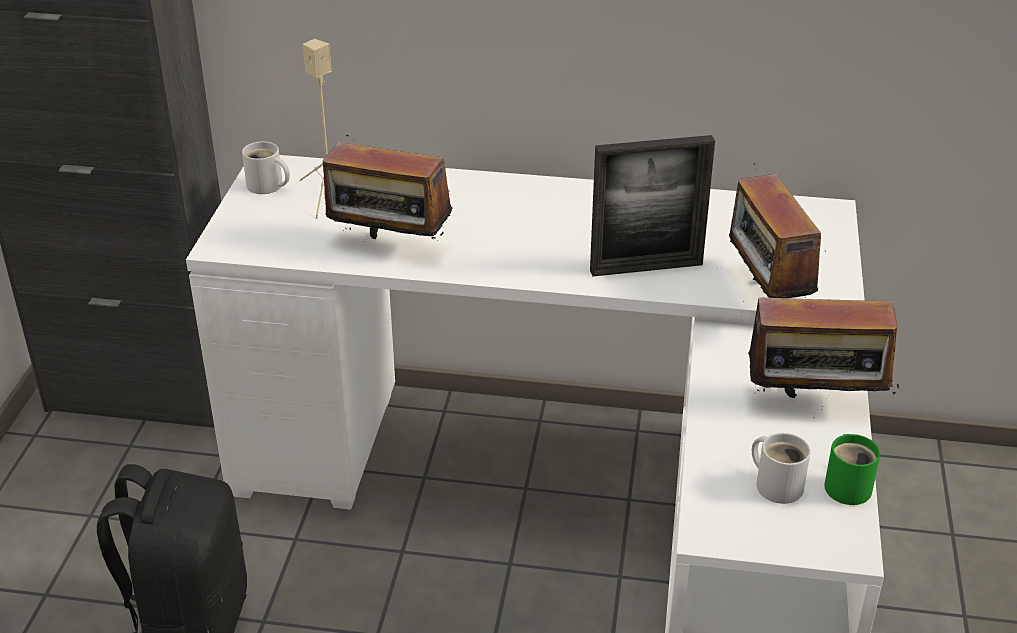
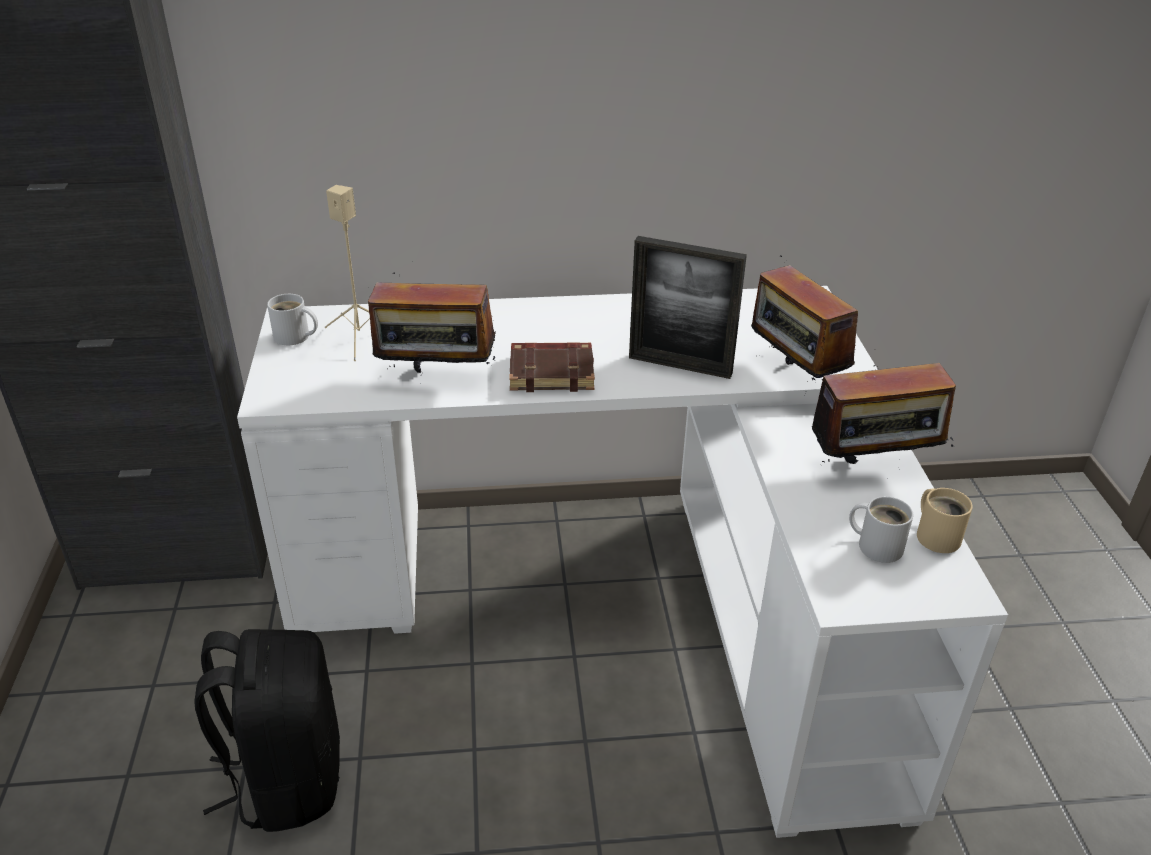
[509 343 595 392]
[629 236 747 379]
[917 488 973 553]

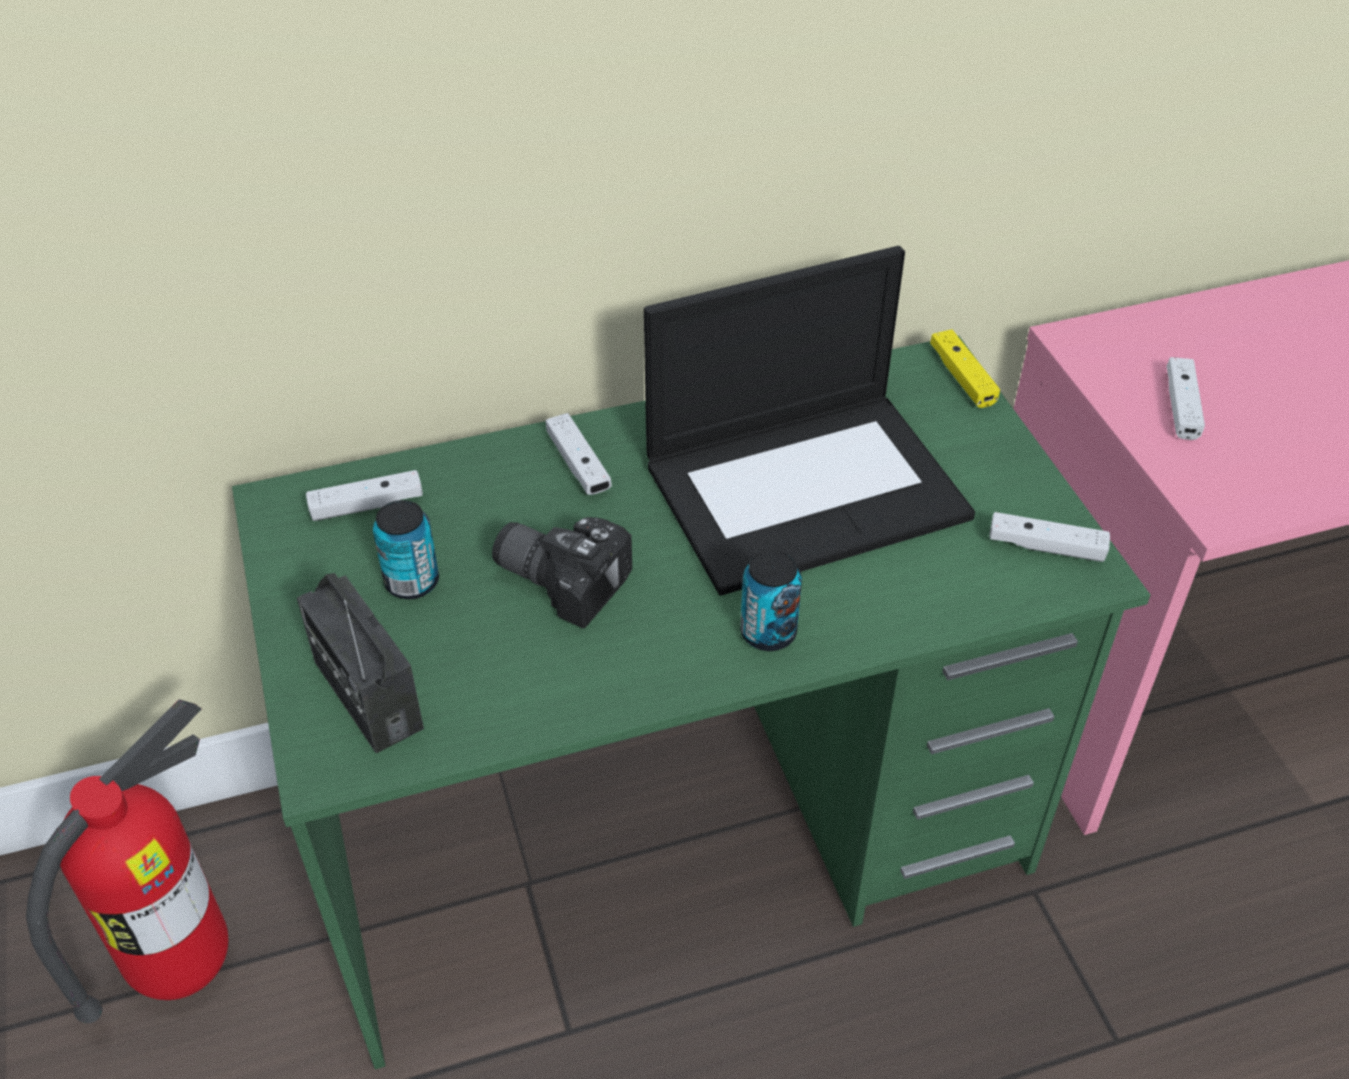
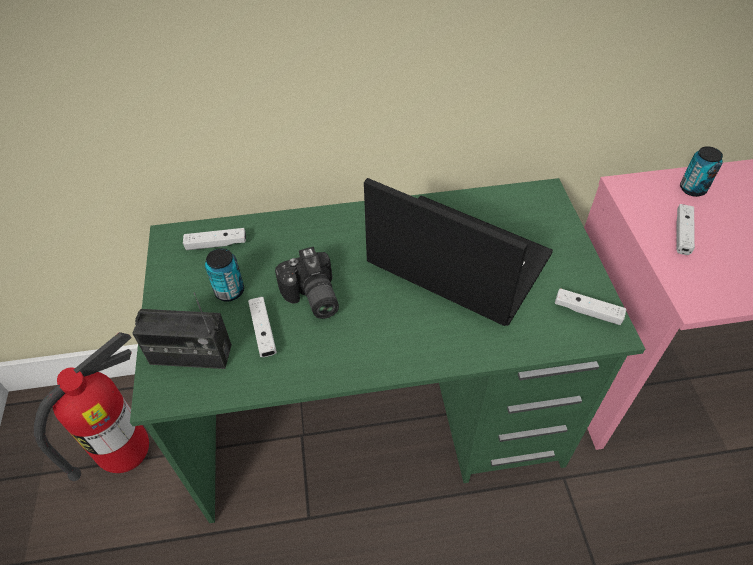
[132 292 232 369]
[248 297 277 357]
[275 247 339 319]
[364 178 553 326]
[680 146 723 197]
[930 329 1000 408] (first image)

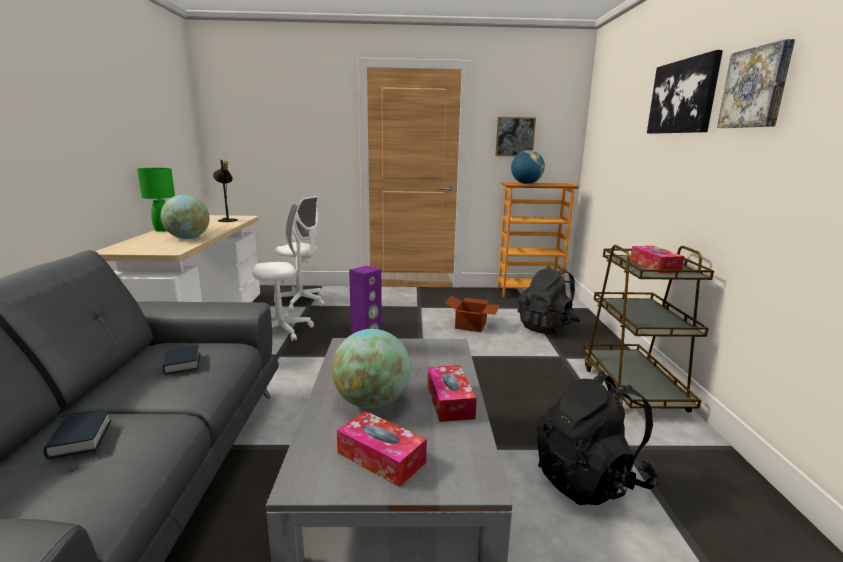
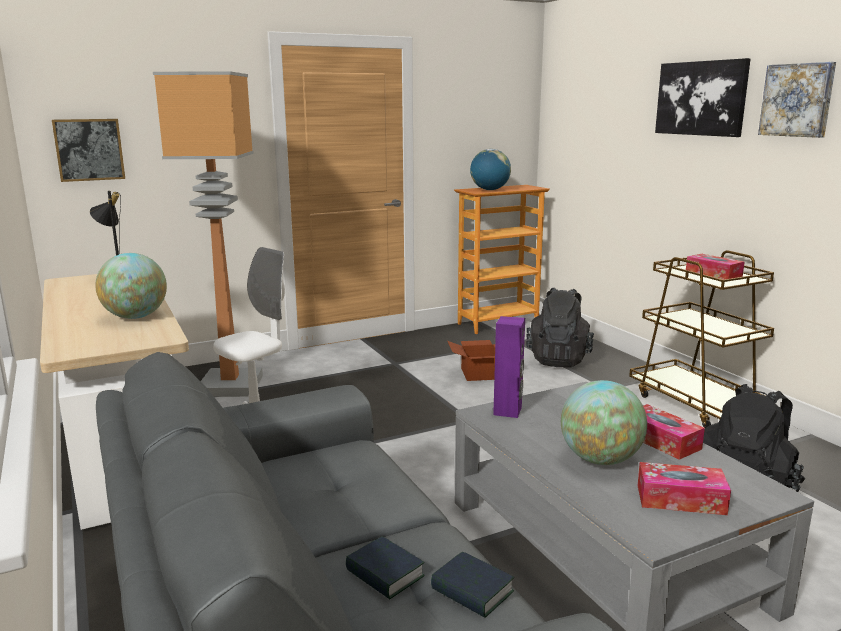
[52 119 125 182]
[153 71 263 397]
[431 552 514 618]
[137 168 175 232] (first image)

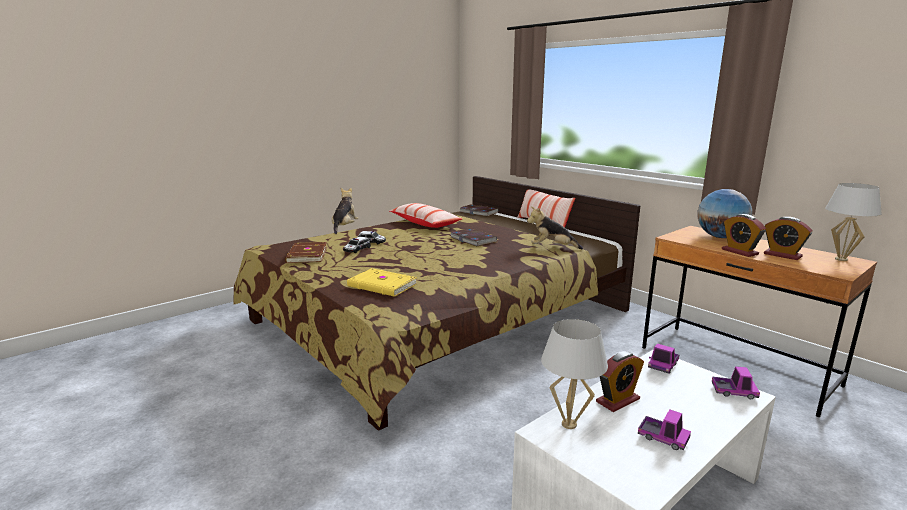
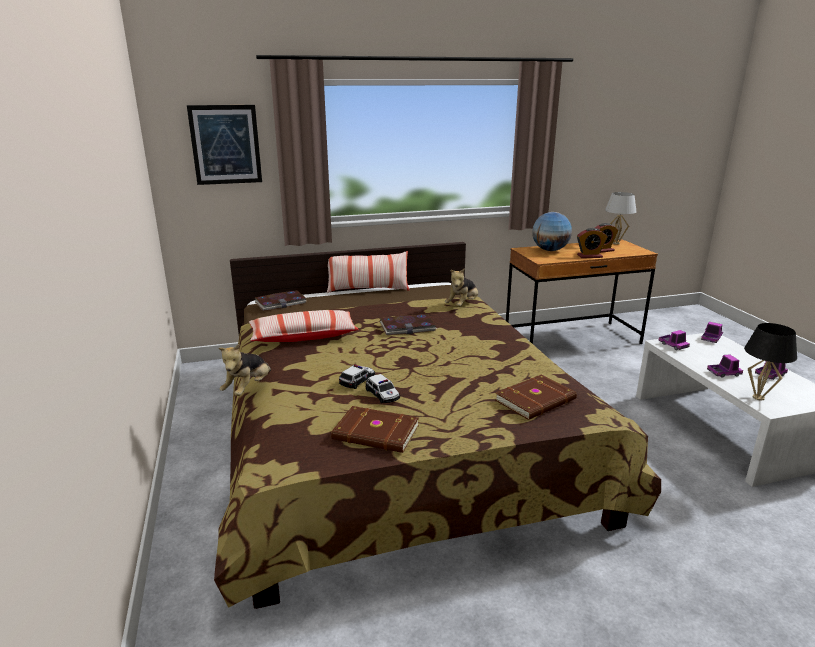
[187 105 262 185]
[218 344 271 396]
[495 374 577 420]
[707 355 743 378]
[744 323 797 401]

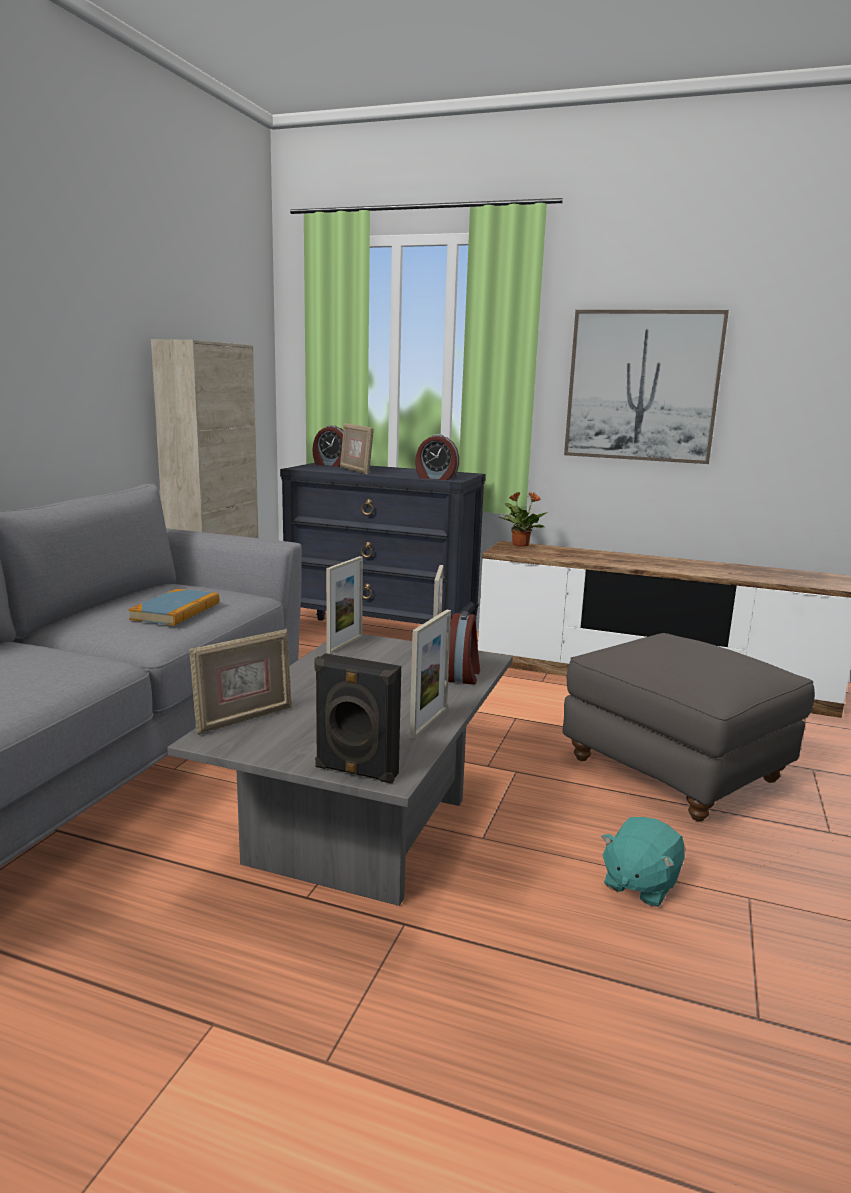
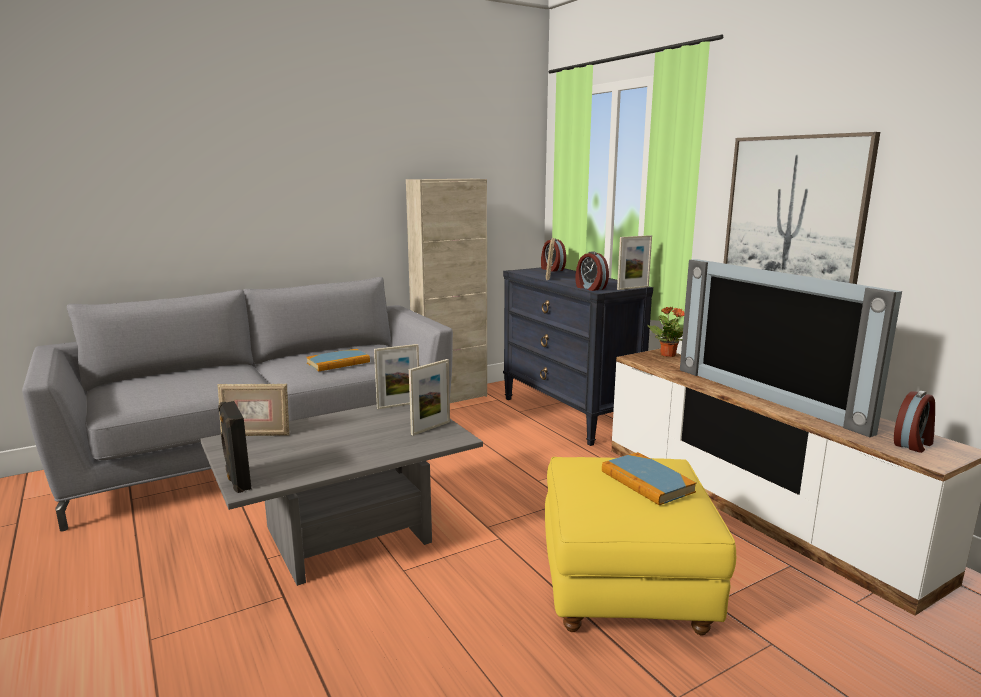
[545 457 736 635]
[602 452 697 505]
[617 235 652 290]
[680 259 902 437]
[894 391 935 453]
[601 817 685 907] (first image)

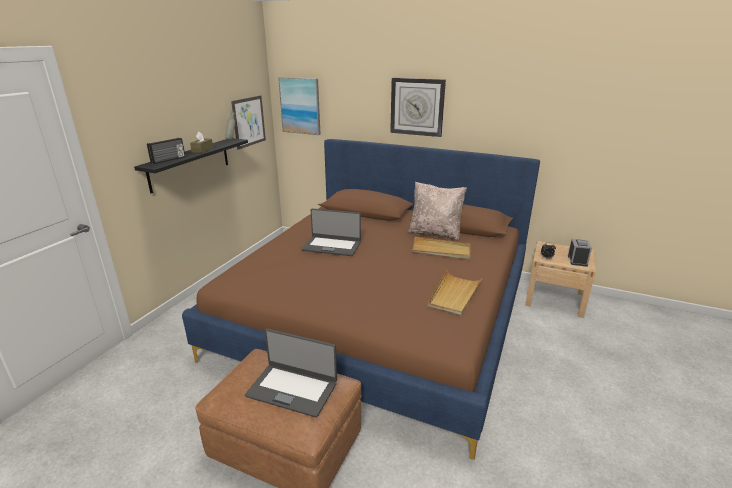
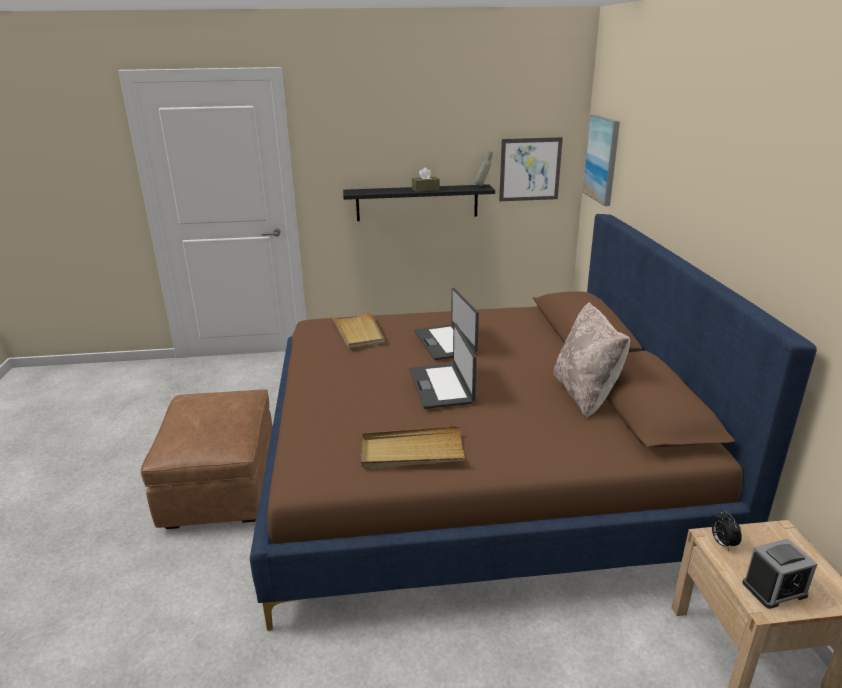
[331 310 385 348]
[410 323 477 409]
[147 138 185 164] (first image)
[390 78 446 137] (first image)

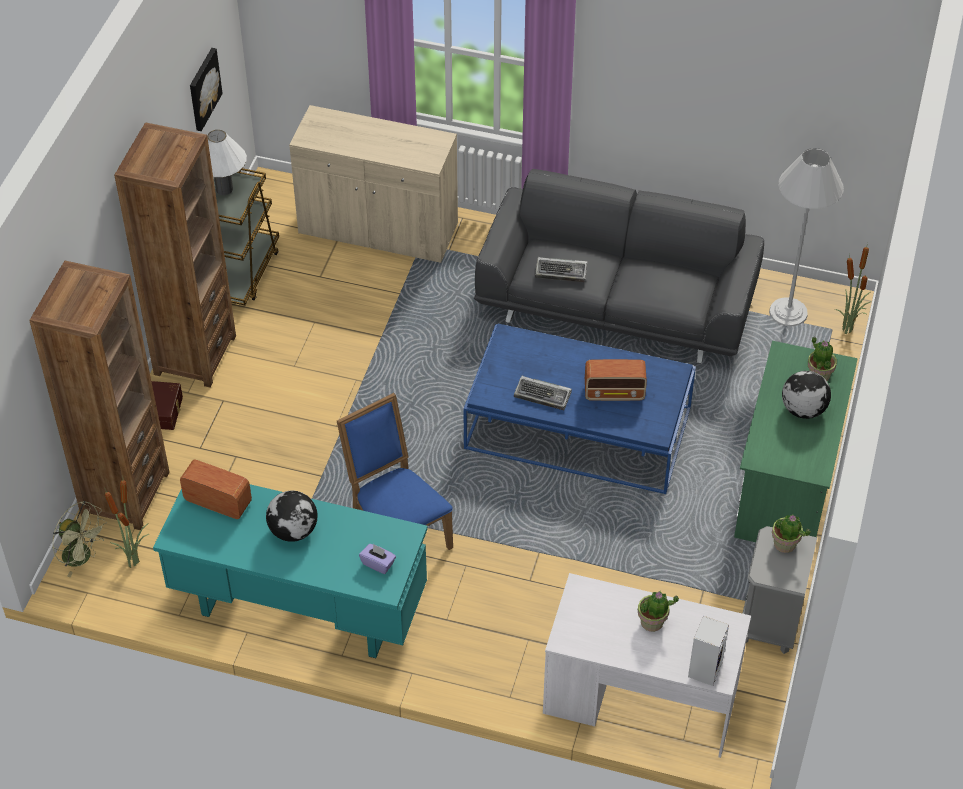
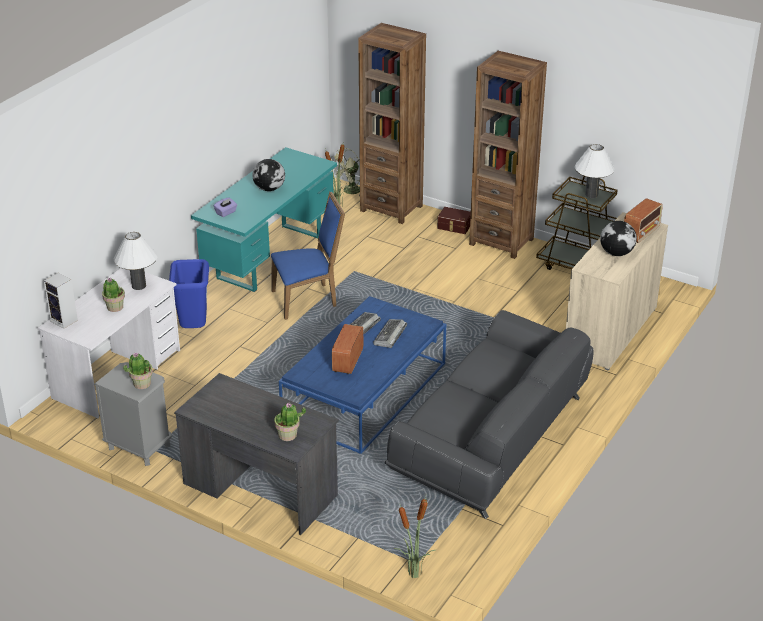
[114 232 157 290]
[169 259 209 328]
[174 373 339 535]
[373 319 407 348]
[600 221 637 256]
[624 198 663 243]
[190 48 223 131] (first image)
[769 148 844 326] (first image)

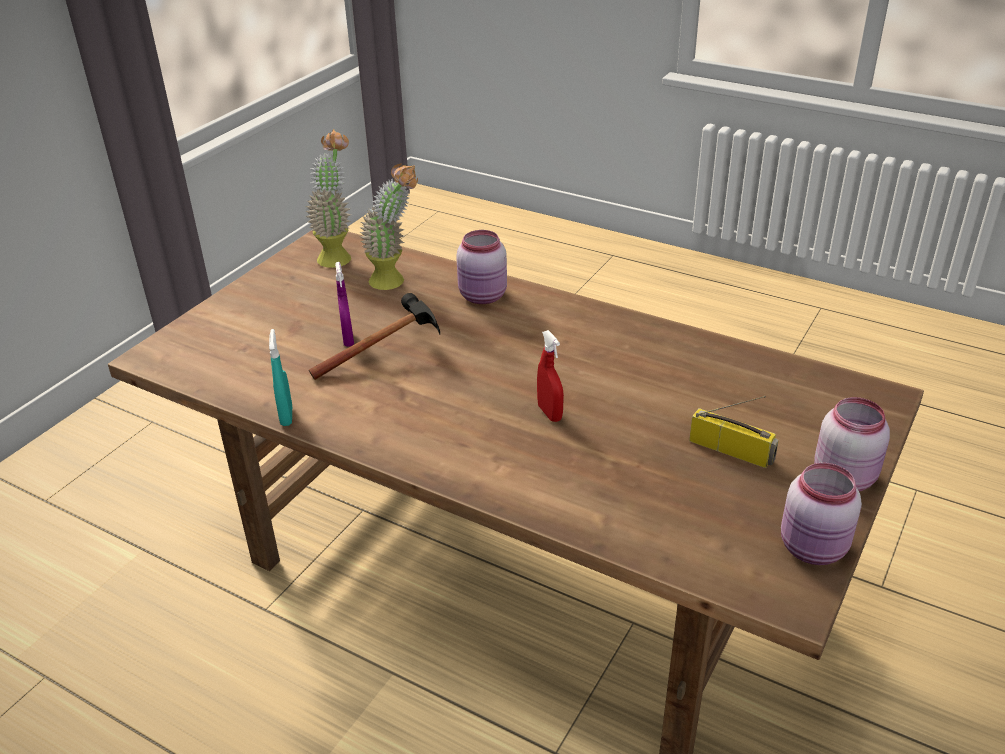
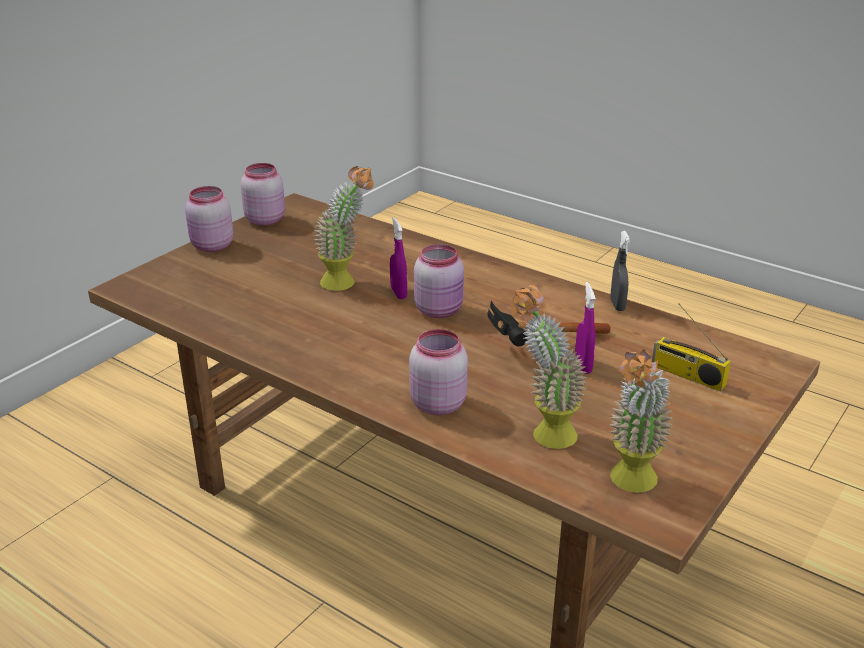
[314 166 374 291]
[390 217 407 299]
[414 244 464 318]
[610 231 630 311]
[652 303 731 391]

